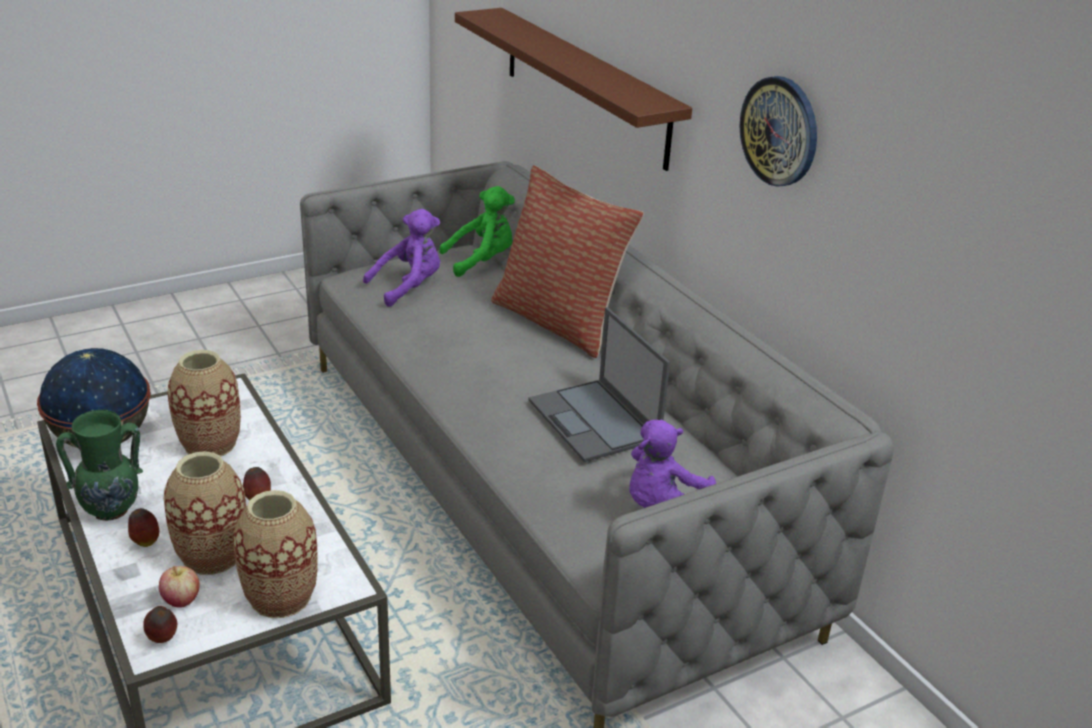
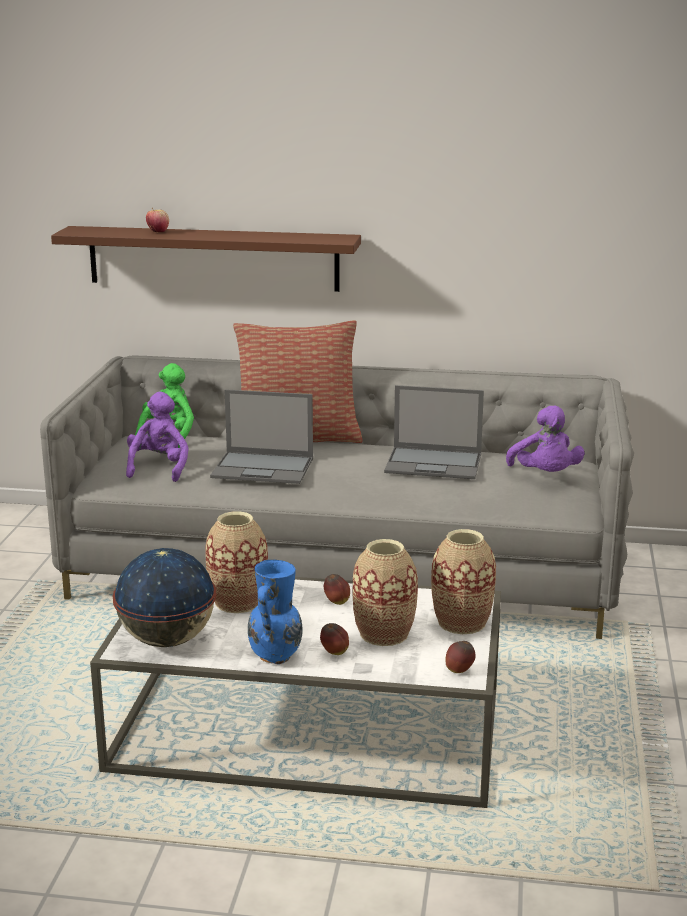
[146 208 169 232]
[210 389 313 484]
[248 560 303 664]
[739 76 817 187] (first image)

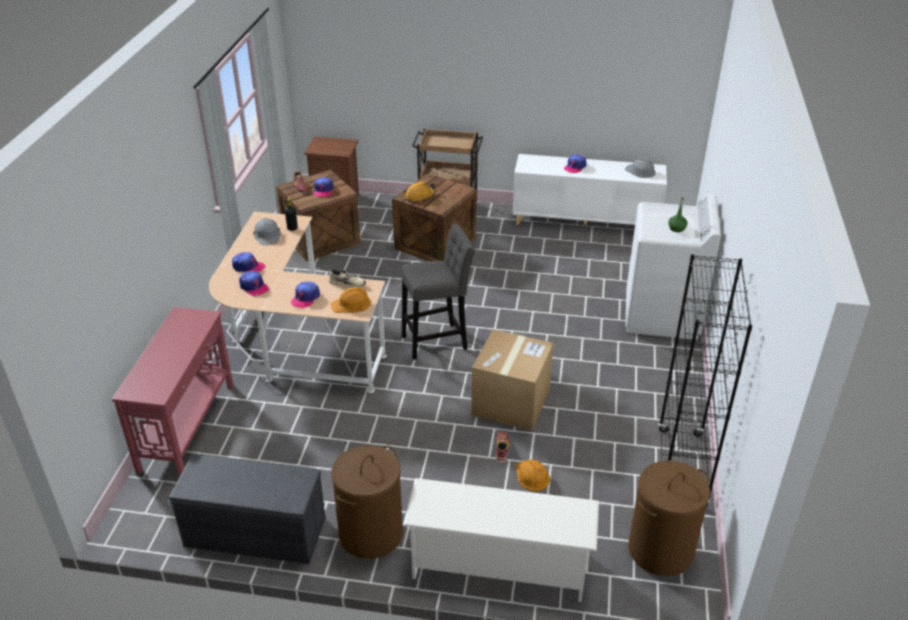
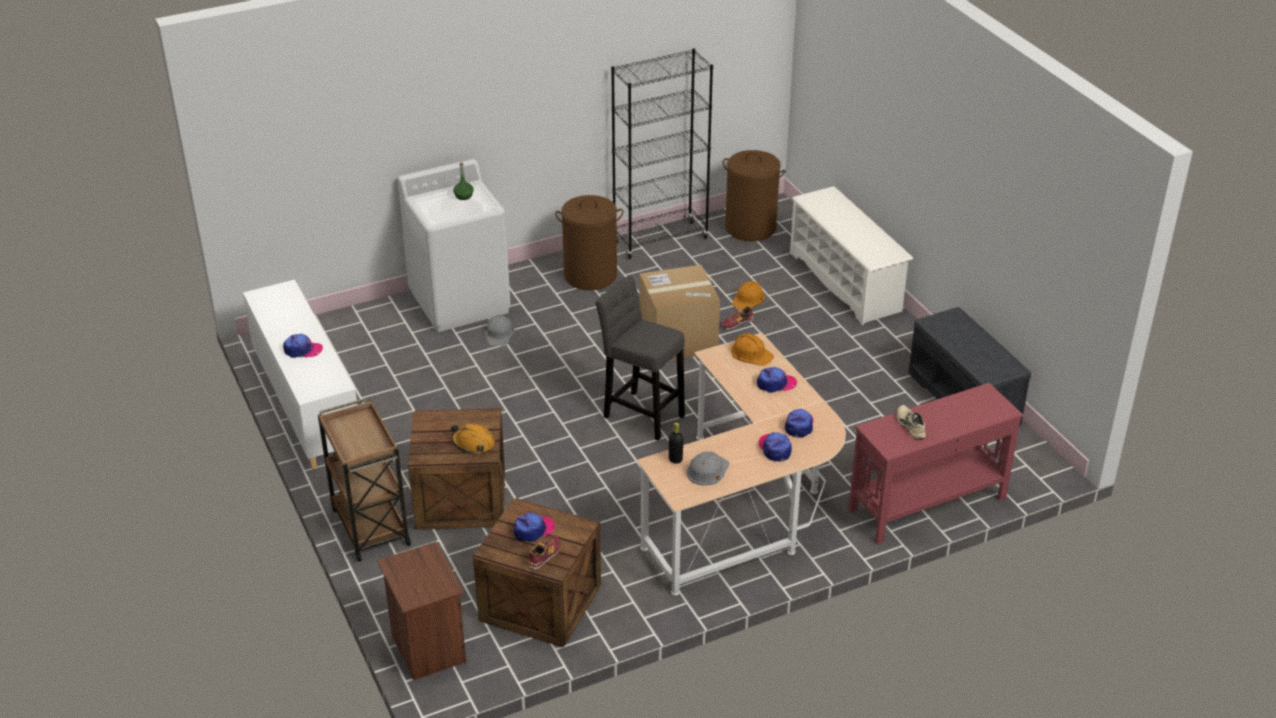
[485 315 514 346]
[555 195 623 290]
[897 405 926 439]

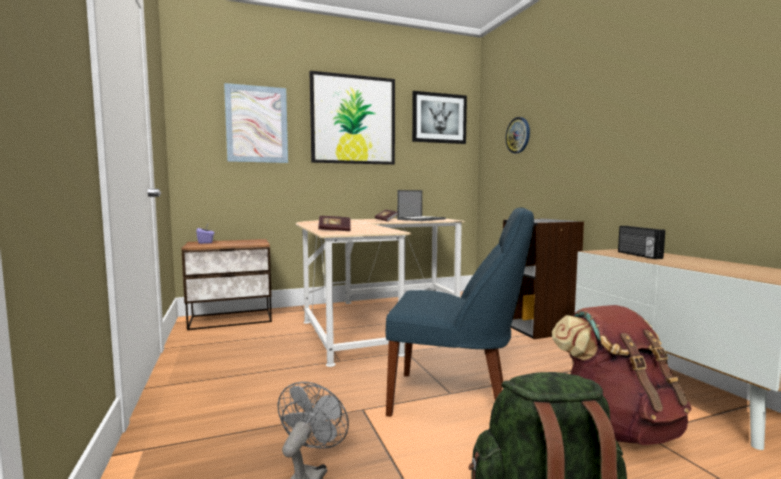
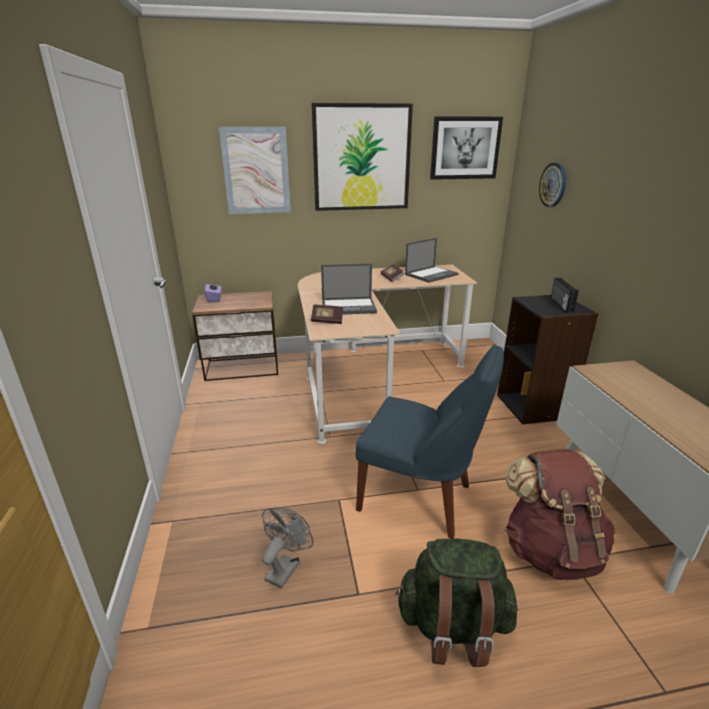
[321 264 377 315]
[551 278 579 313]

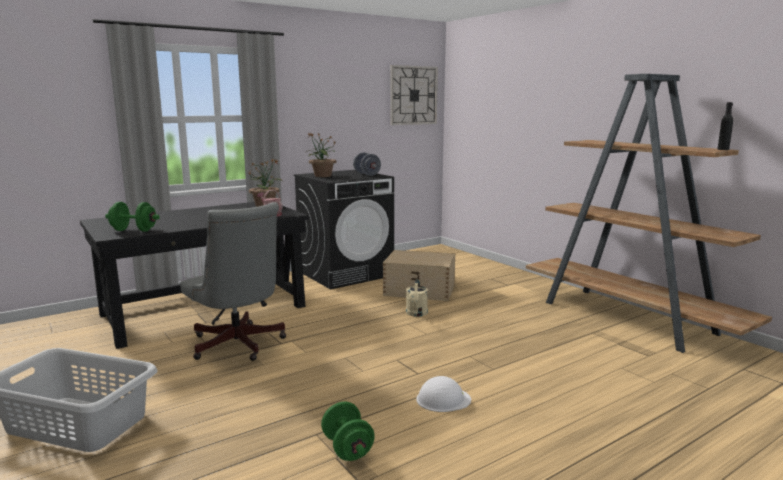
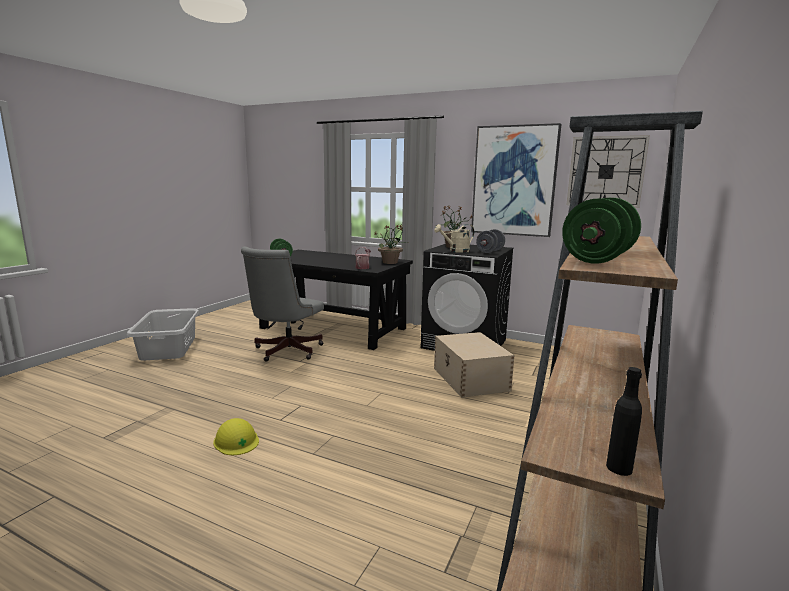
[213 418 259 455]
[434 224 474 253]
[471 123 561 237]
[562 198 641 264]
[606 367 642 476]

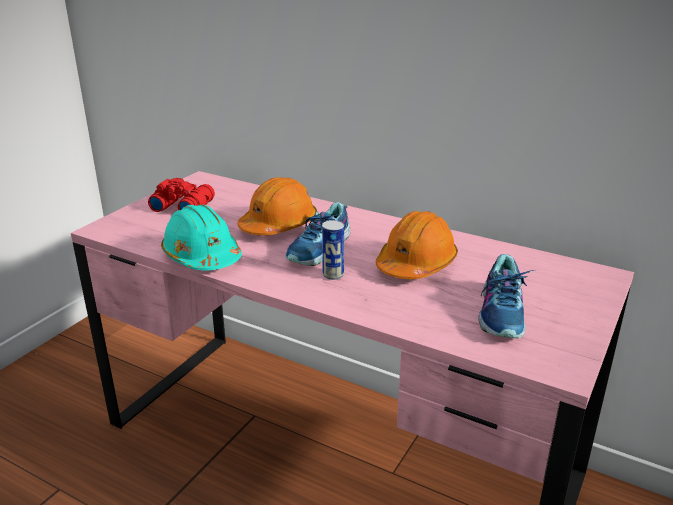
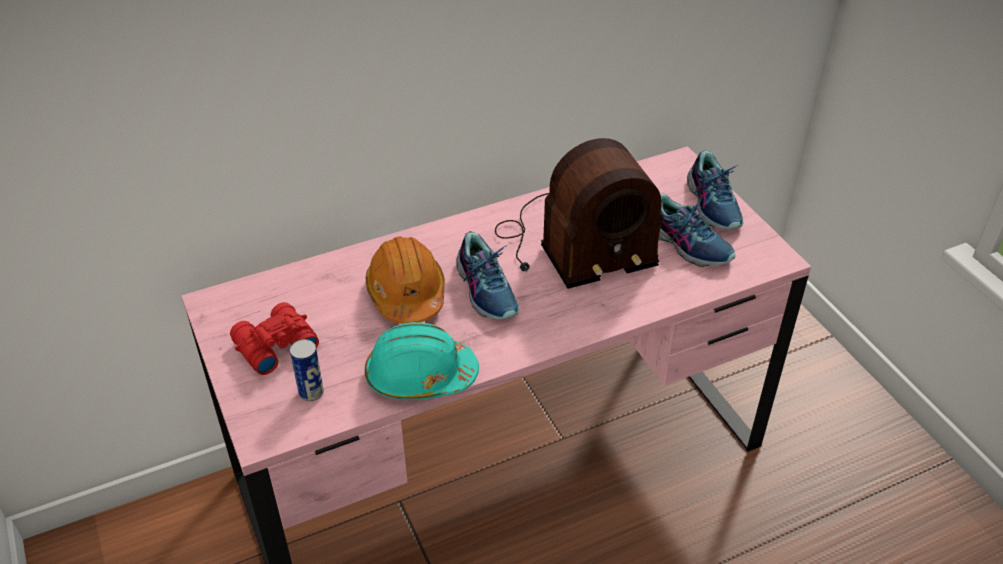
[290 339 324 401]
[495 138 664 289]
[687 150 743 229]

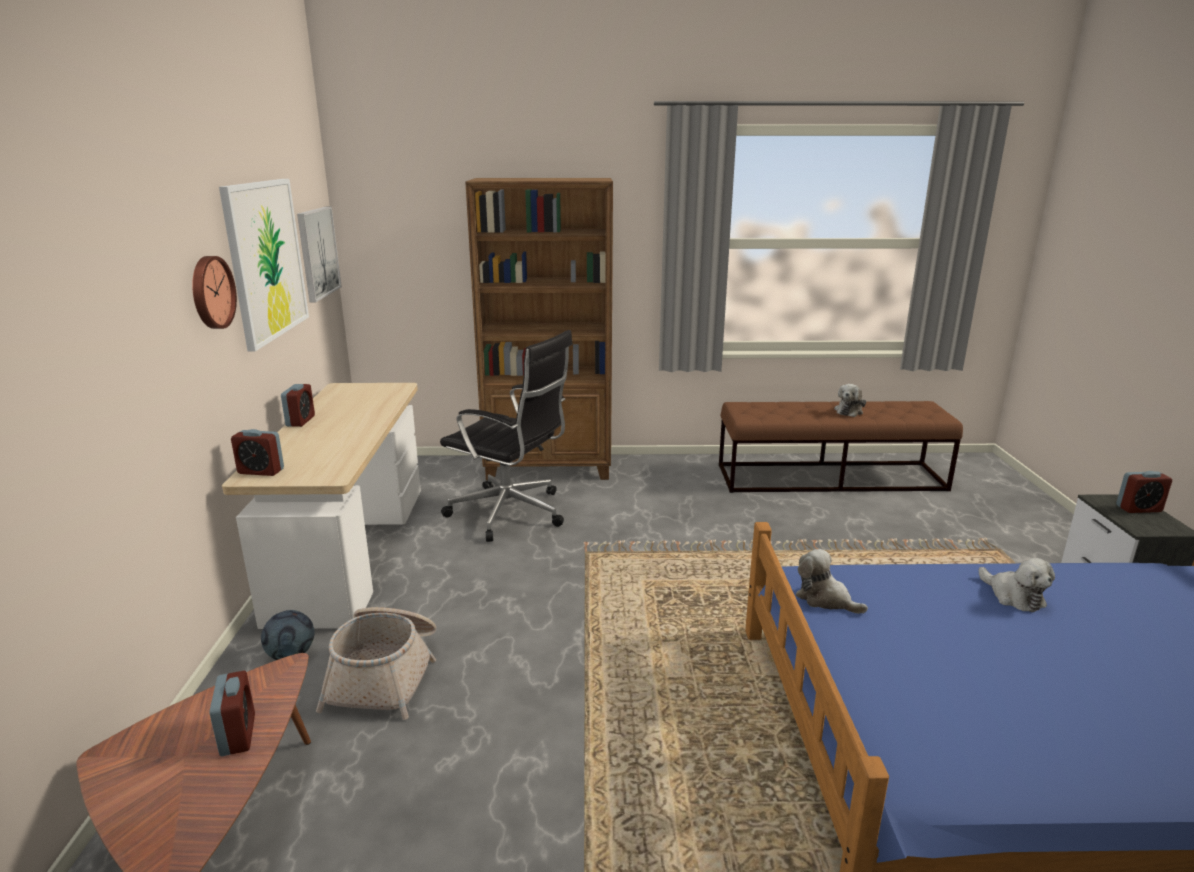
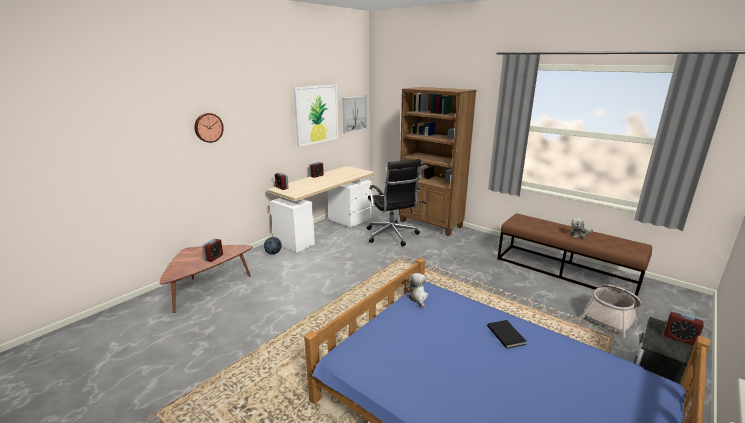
[195 113 224 143]
[487 320 527 349]
[580 284 641 338]

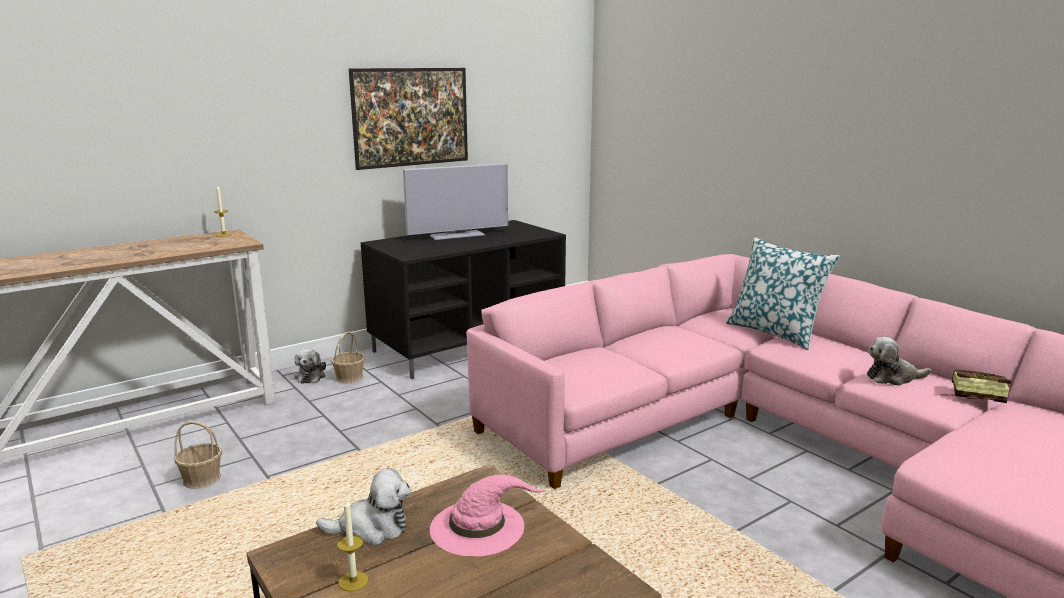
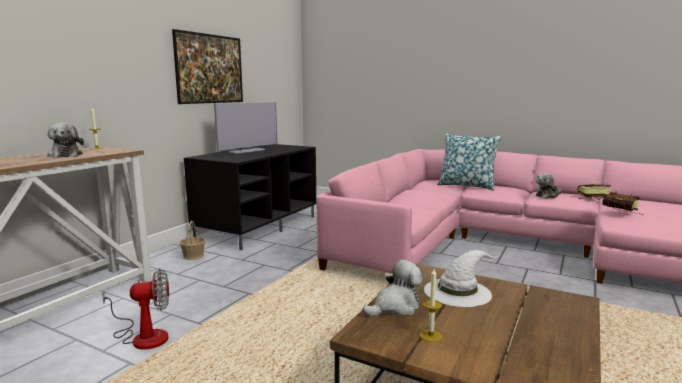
[47 123 84 158]
[102 268 169 350]
[424 250 498 307]
[602 192 644 215]

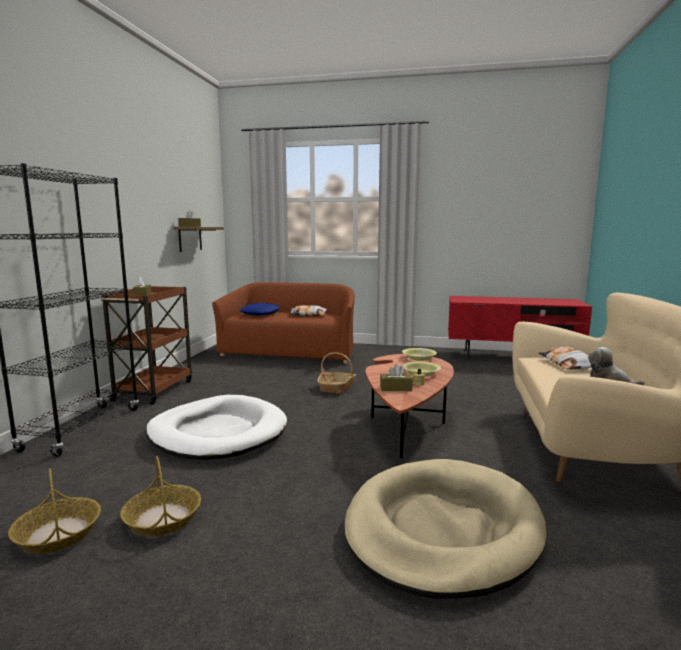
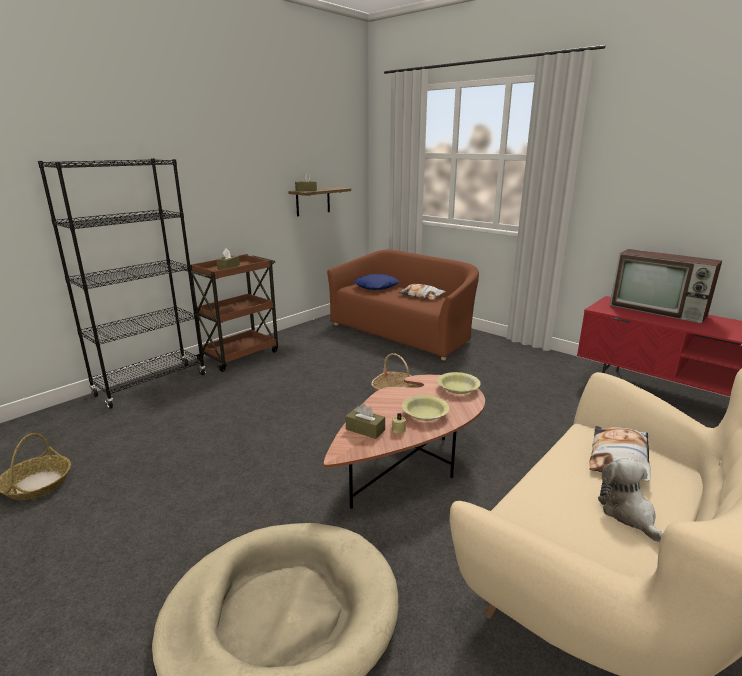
[610 249 722 323]
[120 456 201 536] (first image)
[146 395 287 460] (first image)

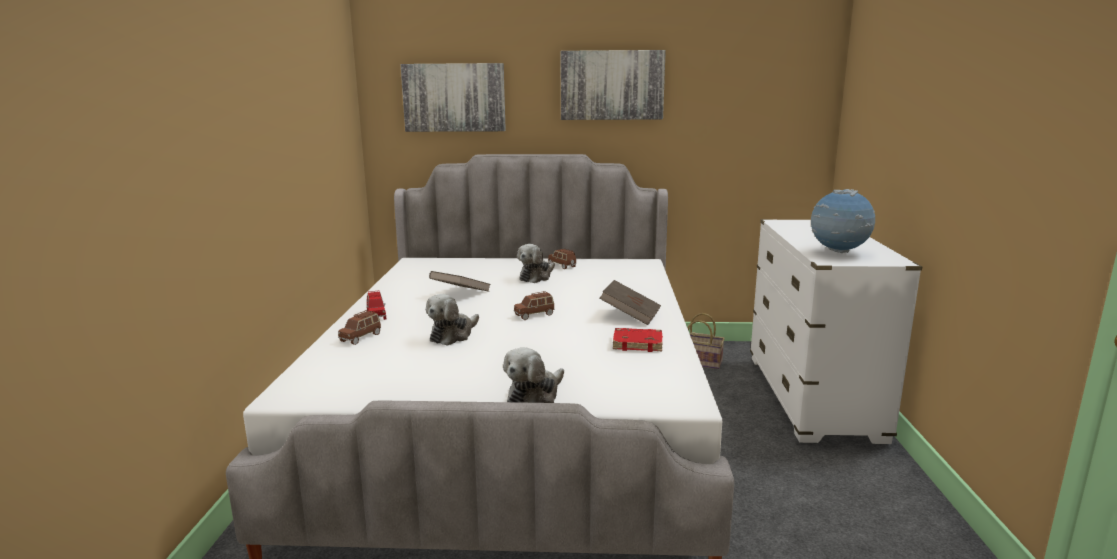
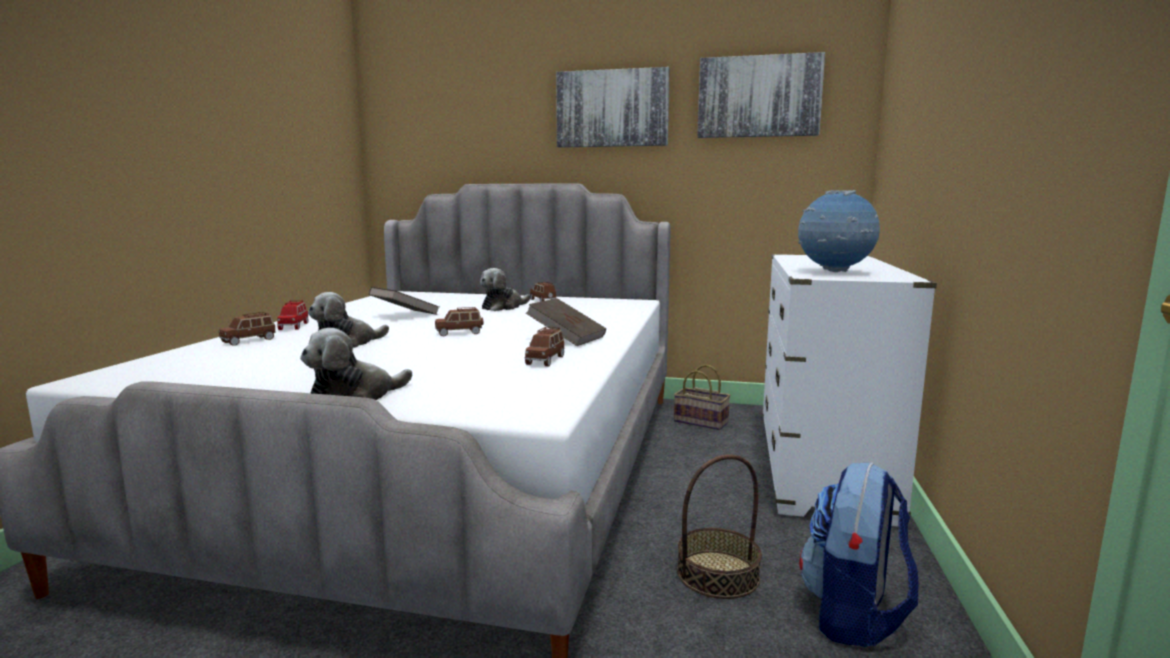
[525 327 564 366]
[677 454 762 599]
[697 52 825 138]
[799 462 918 647]

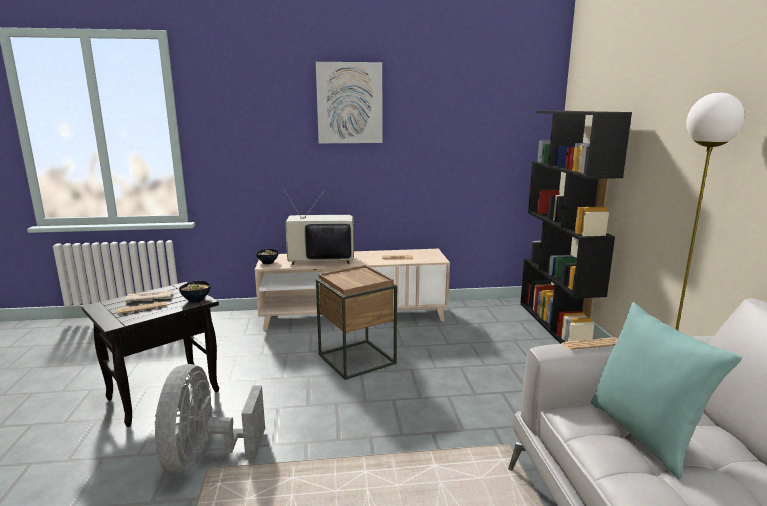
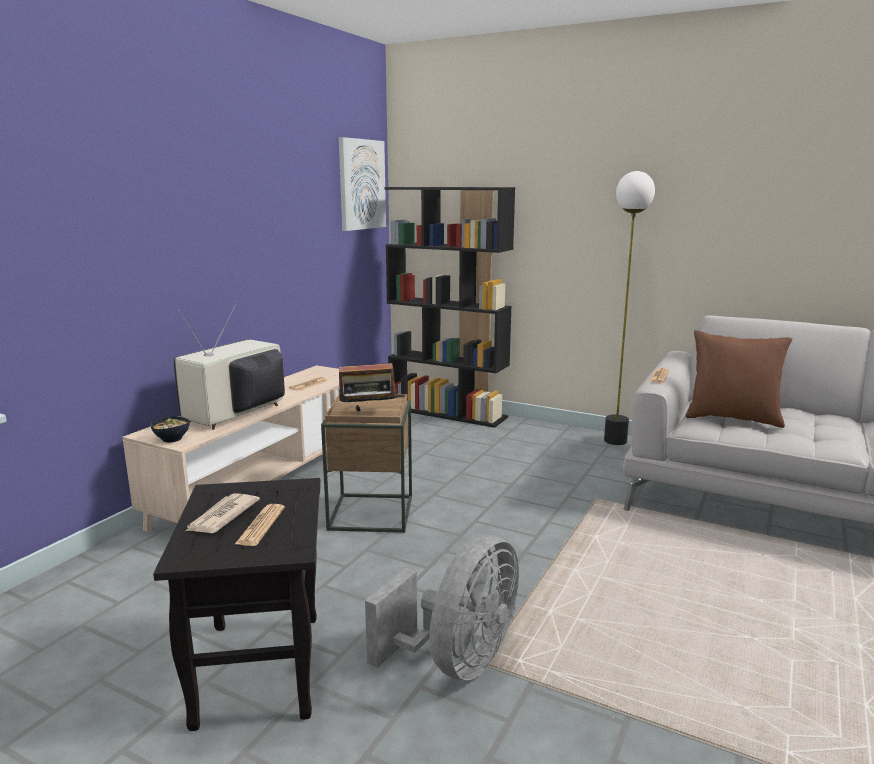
[339 137 386 231]
[339 356 399 411]
[365 535 519 680]
[686 330 792 428]
[179 281 210 303] (first image)

